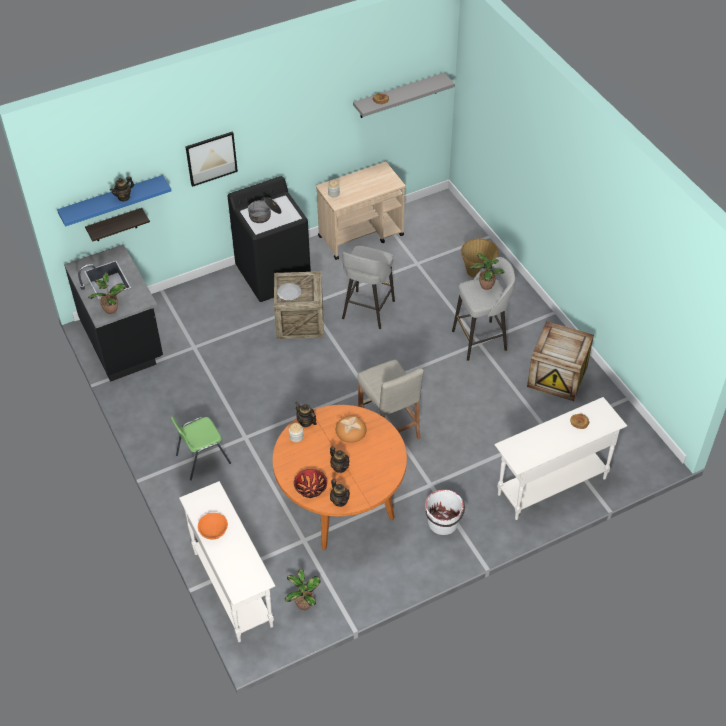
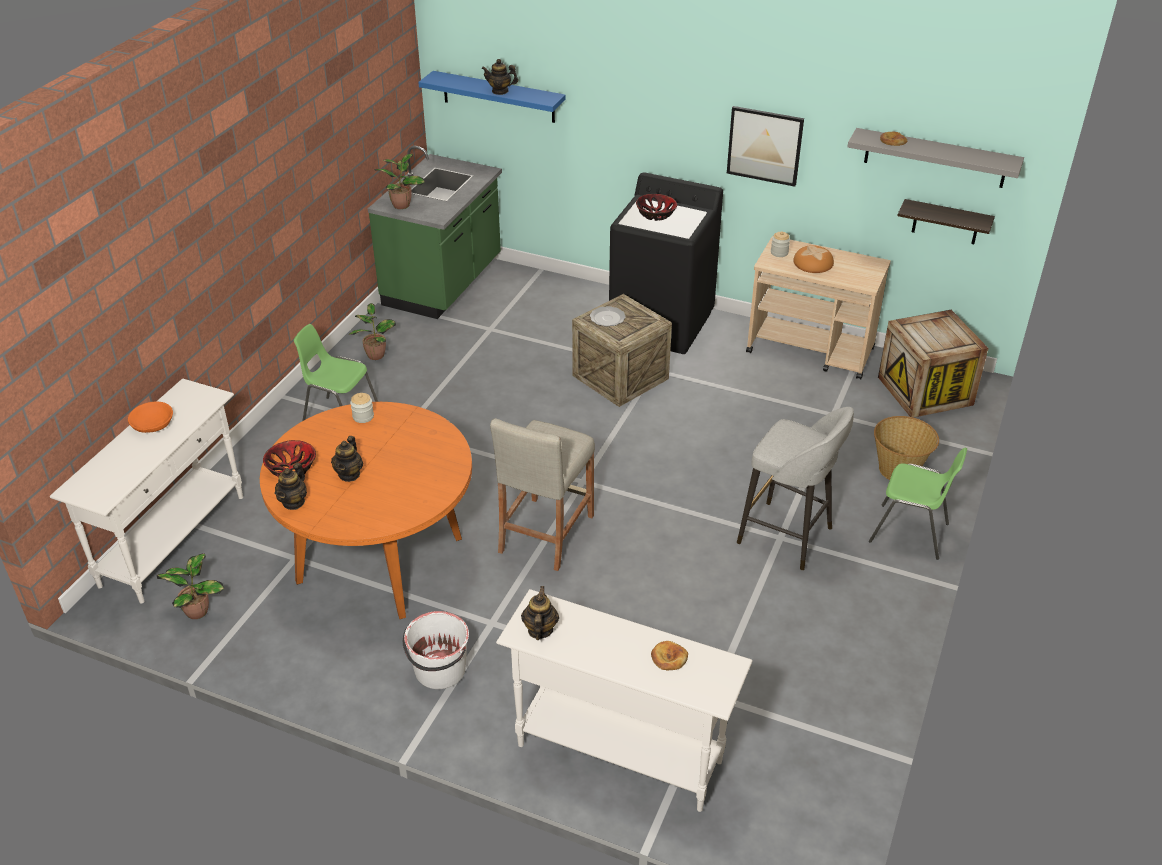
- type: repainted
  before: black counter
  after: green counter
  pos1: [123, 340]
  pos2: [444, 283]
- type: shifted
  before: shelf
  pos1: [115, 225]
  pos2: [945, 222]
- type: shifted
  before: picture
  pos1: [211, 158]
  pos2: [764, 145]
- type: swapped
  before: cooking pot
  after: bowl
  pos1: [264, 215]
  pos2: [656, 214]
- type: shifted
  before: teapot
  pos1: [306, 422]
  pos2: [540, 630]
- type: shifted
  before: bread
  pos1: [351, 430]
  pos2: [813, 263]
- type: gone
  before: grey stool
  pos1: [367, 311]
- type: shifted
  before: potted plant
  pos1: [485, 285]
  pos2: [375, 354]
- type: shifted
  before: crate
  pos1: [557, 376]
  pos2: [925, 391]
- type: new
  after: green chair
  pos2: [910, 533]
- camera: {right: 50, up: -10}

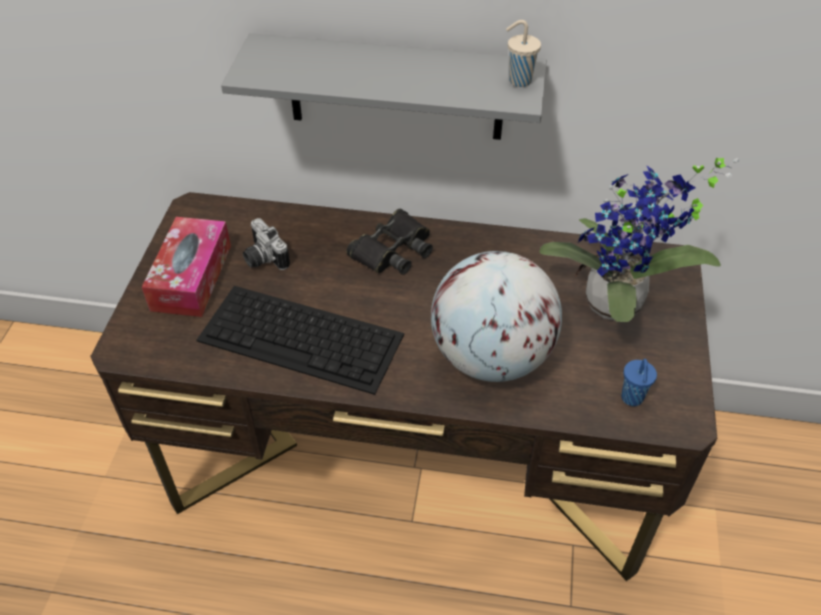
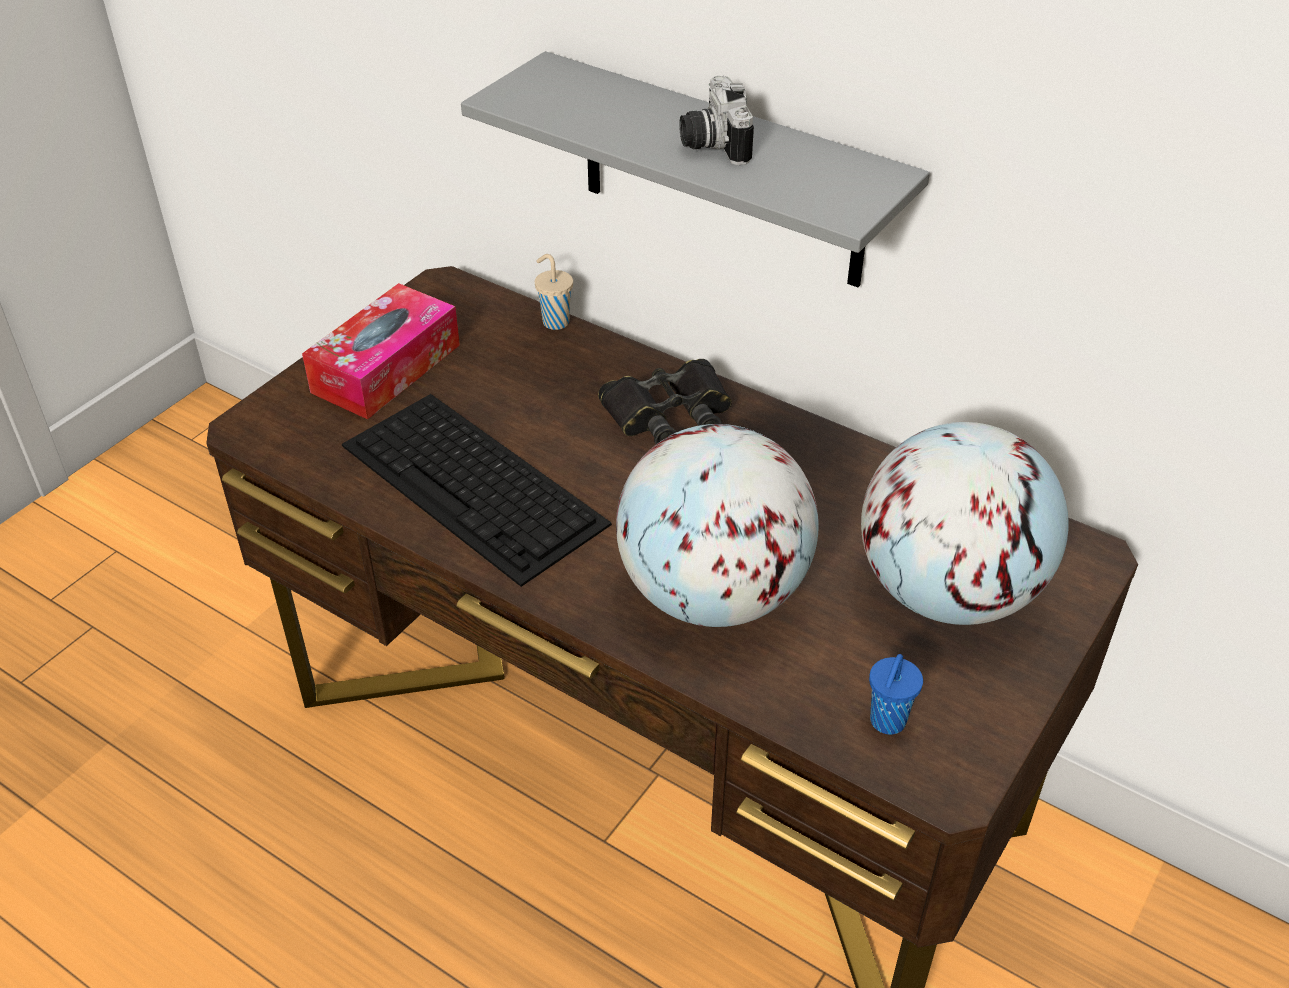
- type: shifted
  before: photo camera
  pos1: [262, 258]
  pos2: [711, 144]
- type: shifted
  before: beige cup
  pos1: [518, 81]
  pos2: [554, 321]
- type: swapped
  before: potted plant
  after: globe
  pos1: [616, 308]
  pos2: [947, 592]
- camera: {right: 25, up: -5}

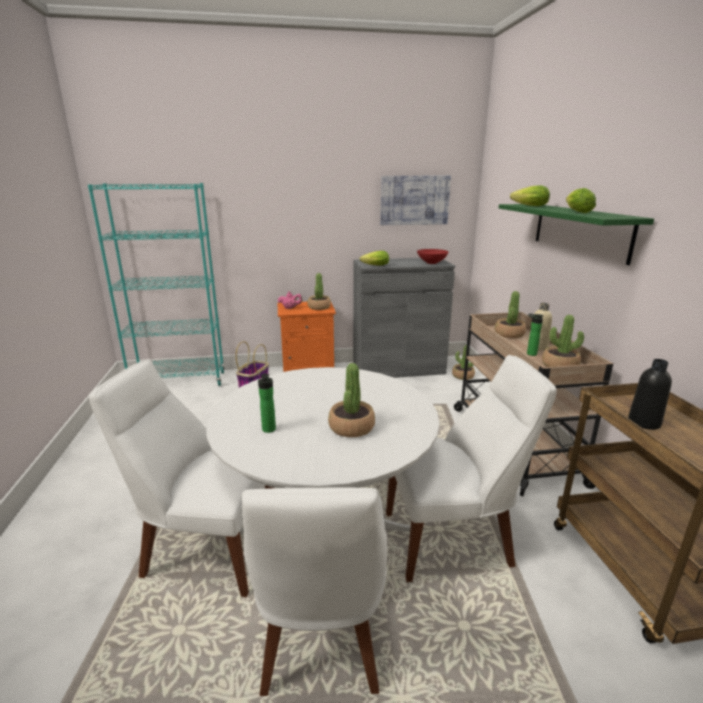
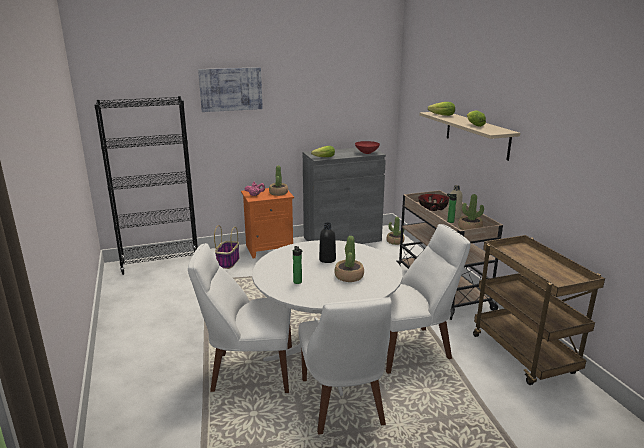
- type: repainted
  before: turquoise bookcase
  after: black bookcase
  pos1: [179, 381]
  pos2: [161, 263]
- type: shifted
  before: picture
  pos1: [414, 200]
  pos2: [231, 89]
- type: swapped
  before: potted plant
  after: bowl
  pos1: [509, 334]
  pos2: [433, 207]
- type: repainted
  before: green shelf
  after: beige shelf
  pos1: [580, 230]
  pos2: [476, 134]
- type: shifted
  before: black bottle
  pos1: [644, 422]
  pos2: [327, 259]
- camera: {right: -10, up: 0}

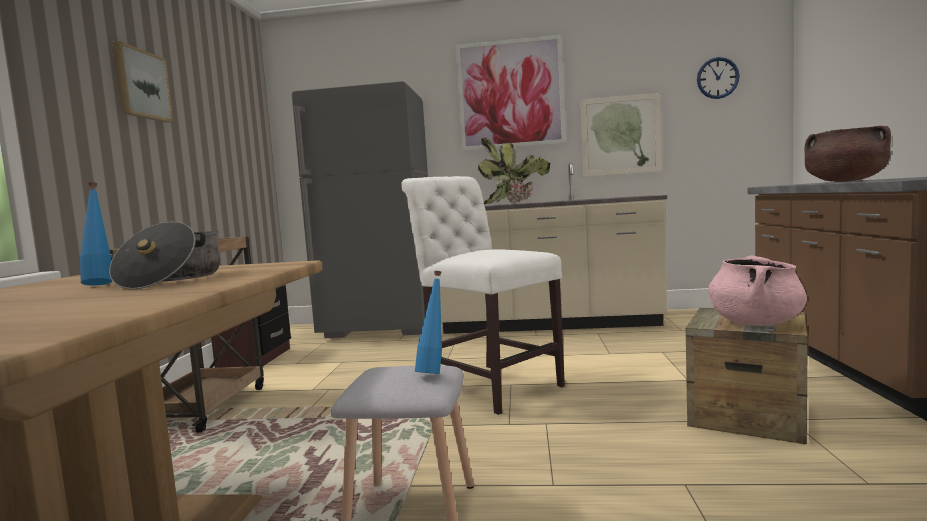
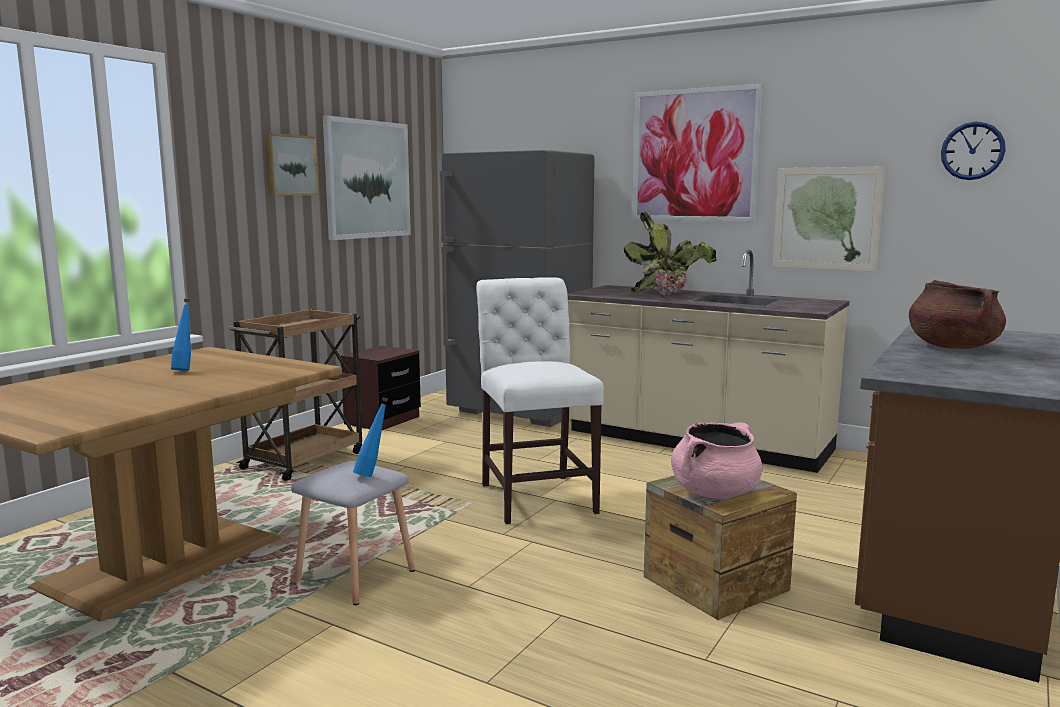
- type: gone
  before: cooking pot
  pos1: [172, 279]
- type: new
  after: picture
  pos2: [367, 179]
- camera: {right: 25, up: 5}

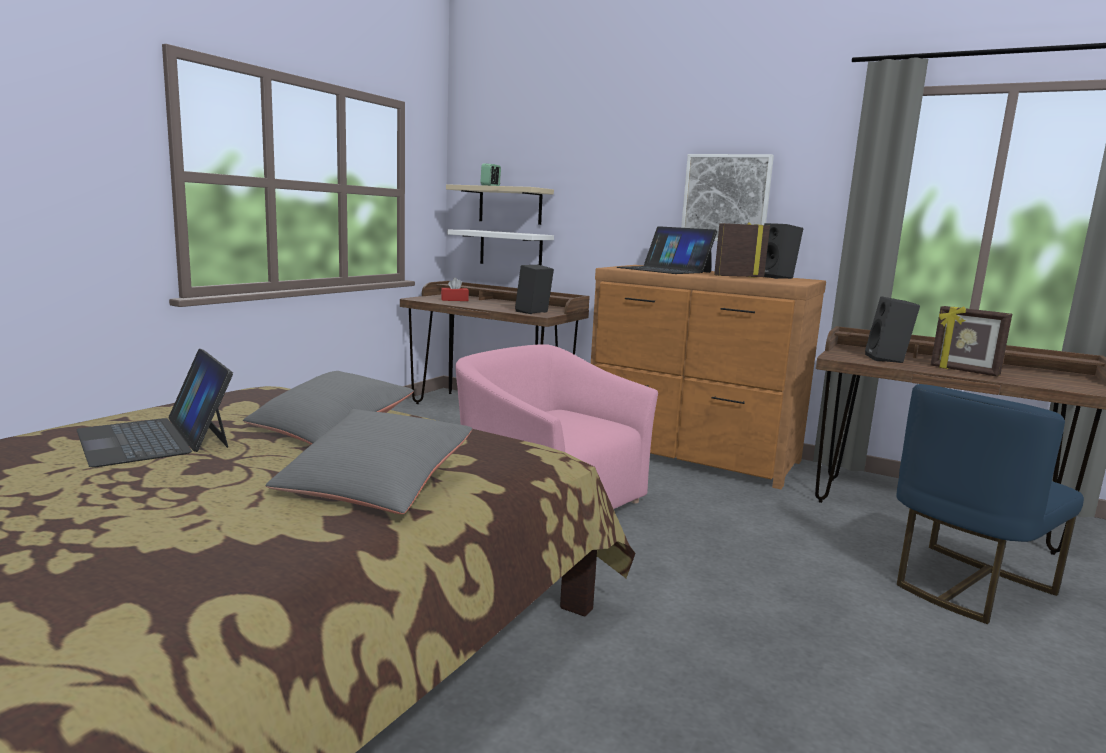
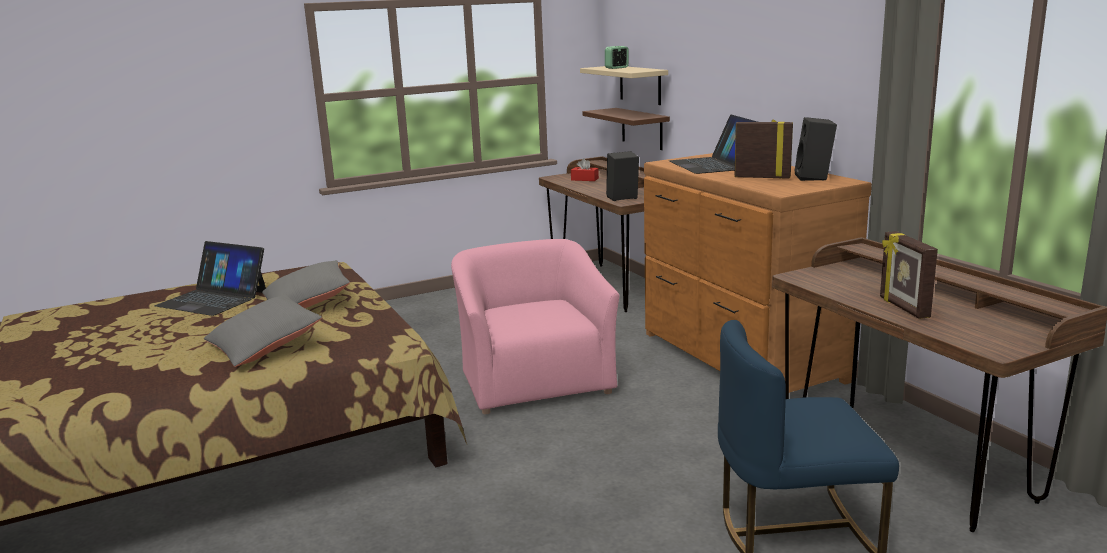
- type: rotated
  before: laptop
  pos1: [155, 438]
  pos2: [213, 299]
  turn: -60
- type: repainted
  before: white shelf
  after: brown shelf
  pos1: [511, 249]
  pos2: [642, 128]
- type: gone
  before: picture
  pos1: [726, 198]
- type: gone
  before: black speaker
  pos1: [888, 359]
- camera: {right: 35, up: 5}

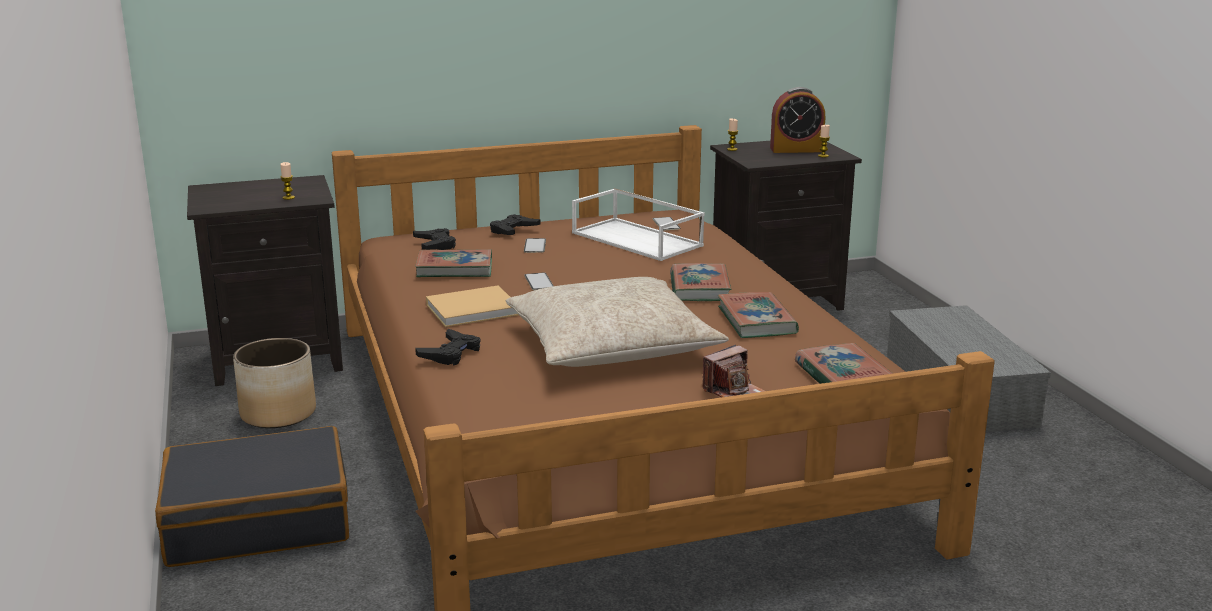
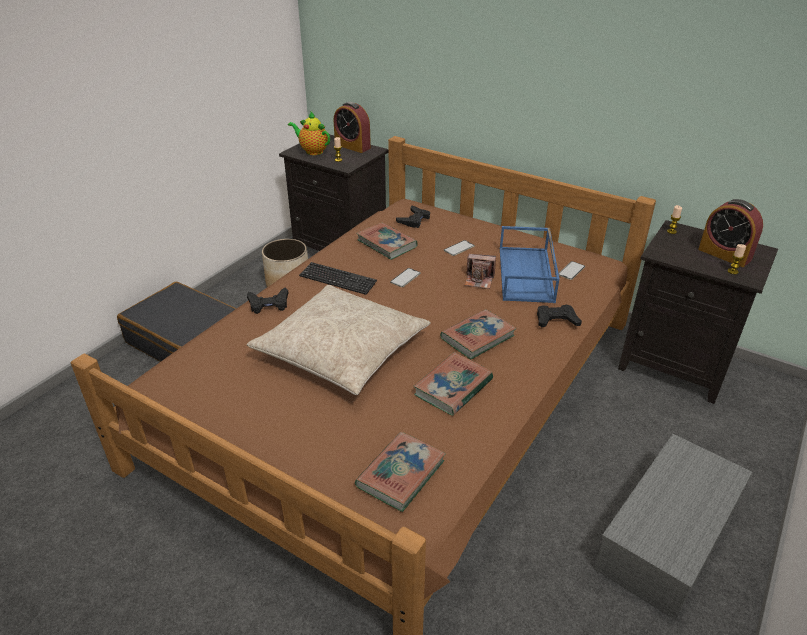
- type: swapped
  before: beige book
  after: keyboard
  pos1: [475, 309]
  pos2: [338, 280]
- type: shifted
  before: black game controller
  pos1: [513, 230]
  pos2: [556, 320]
- type: repainted
  before: white tray
  after: blue tray
  pos1: [638, 239]
  pos2: [527, 275]
- type: shifted
  before: photo camera
  pos1: [734, 392]
  pos2: [479, 280]
- type: new
  after: teapot
  pos2: [312, 151]
- type: new
  after: alarm clock
  pos2: [352, 146]
- camera: {right: 50, up: 15}

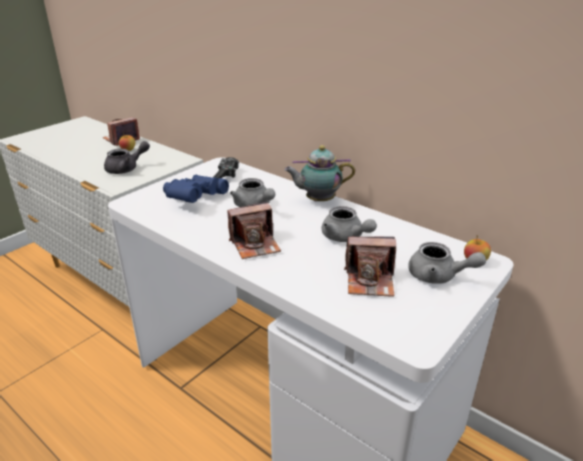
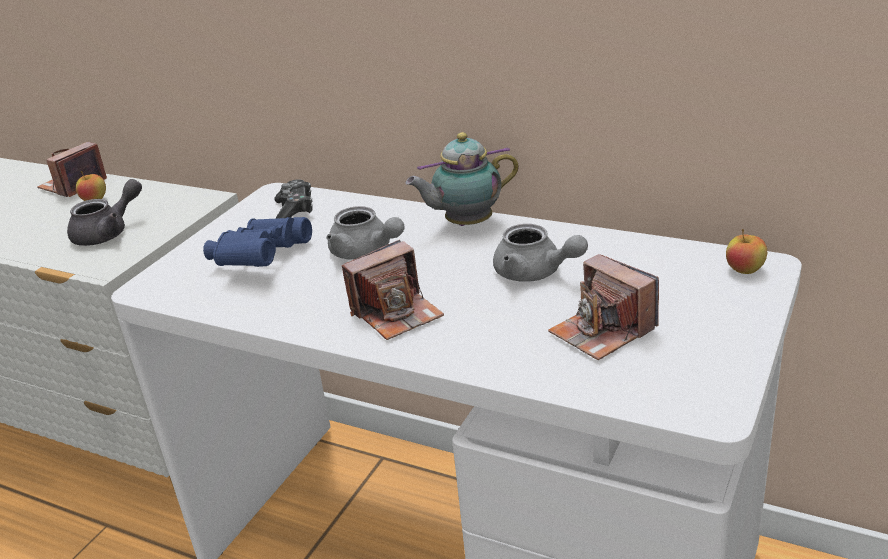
- type: rotated
  before: photo camera
  pos1: [370, 281]
  pos2: [602, 331]
  turn: 60
- type: gone
  before: grey teapot
  pos1: [438, 276]
- camera: {right: -10, up: 0}

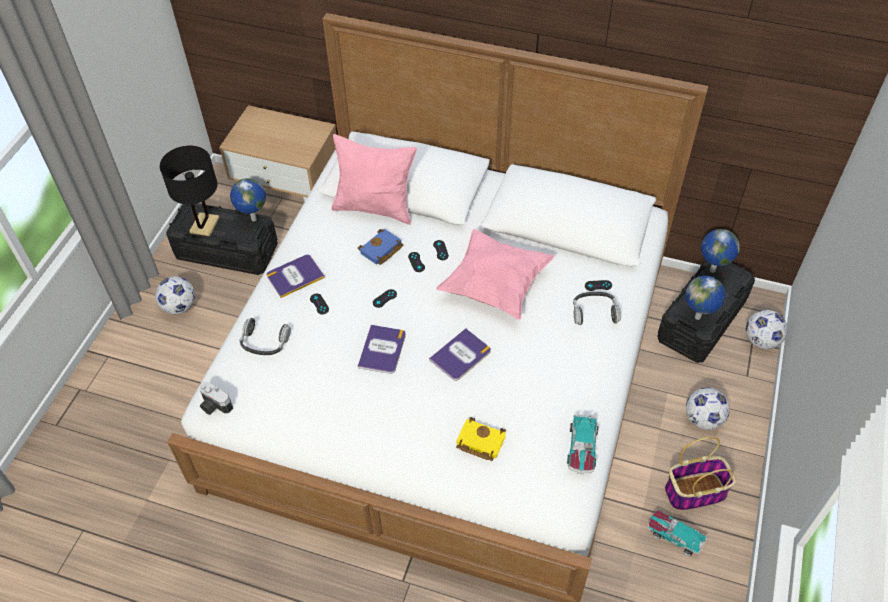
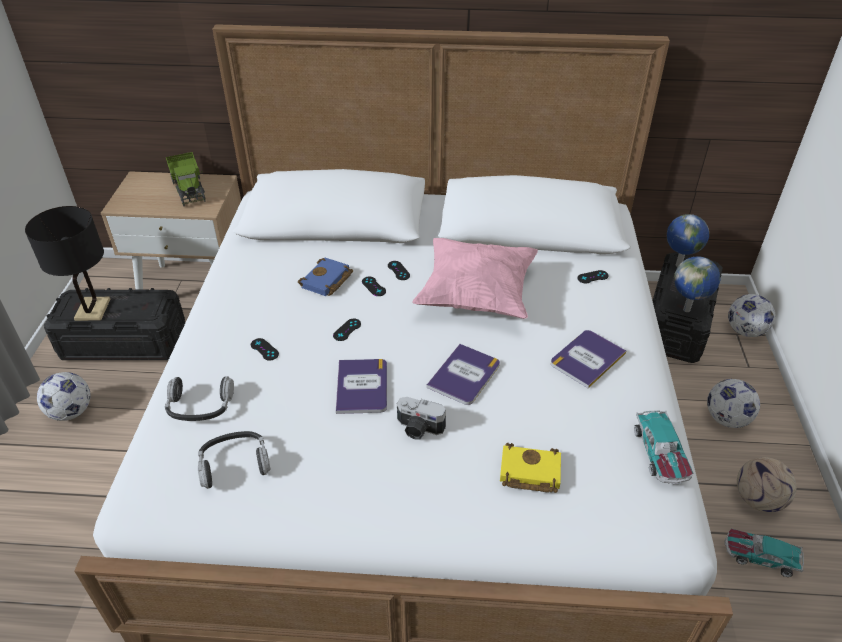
- type: shifted
  before: photo camera
  pos1: [214, 406]
  pos2: [418, 429]
- type: gone
  before: globe
  pos1: [253, 219]
- type: shifted
  before: book
  pos1: [295, 276]
  pos2: [587, 358]
- type: gone
  before: pink pillow
  pos1: [375, 208]
- type: shifted
  before: headphones
  pos1: [594, 312]
  pos2: [234, 463]
- type: swapped
  before: basket
  after: football
  pos1: [695, 491]
  pos2: [757, 499]
- type: new
  after: toy truck
  pos2: [189, 188]
- camera: {right: -15, up: -10}

